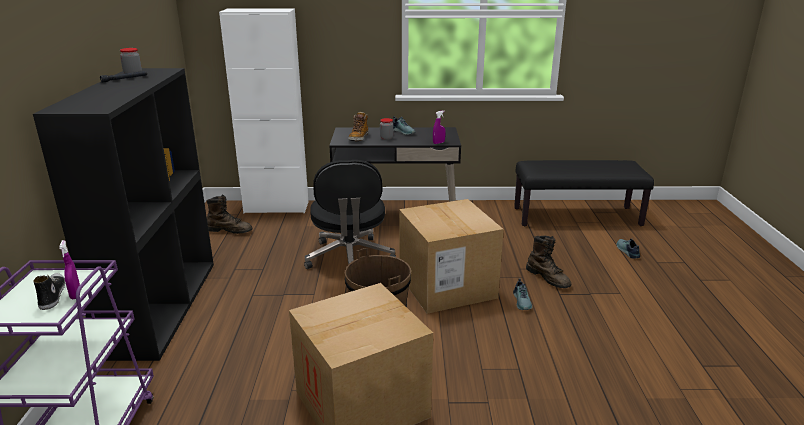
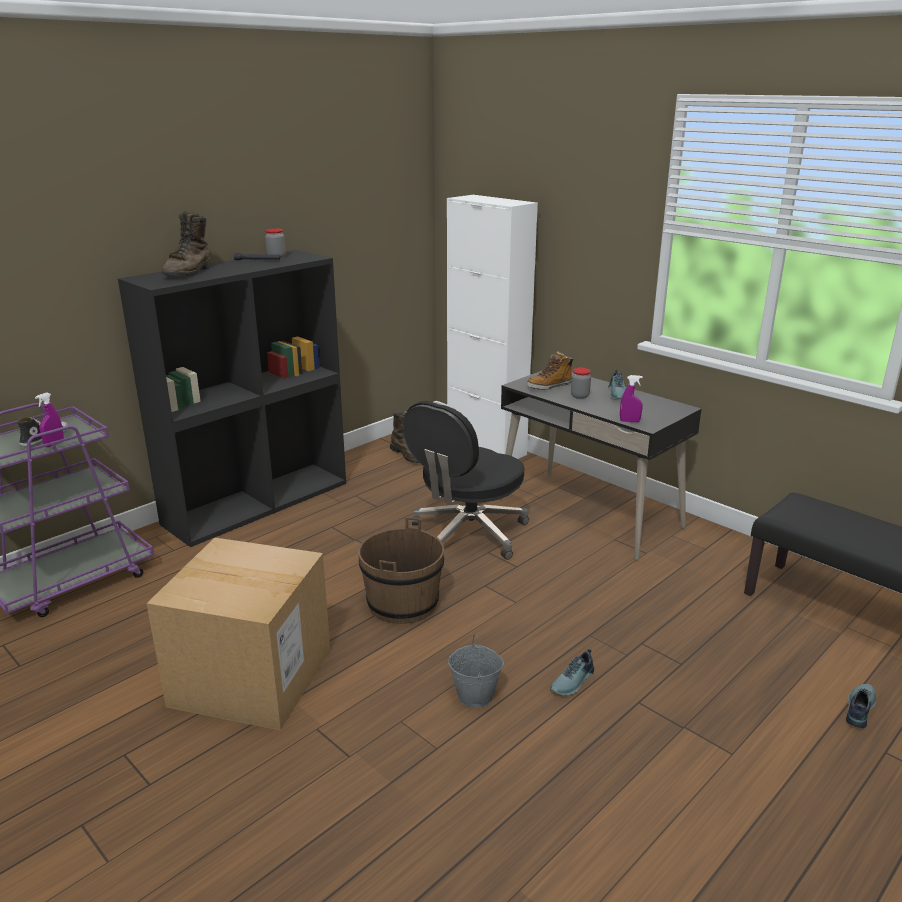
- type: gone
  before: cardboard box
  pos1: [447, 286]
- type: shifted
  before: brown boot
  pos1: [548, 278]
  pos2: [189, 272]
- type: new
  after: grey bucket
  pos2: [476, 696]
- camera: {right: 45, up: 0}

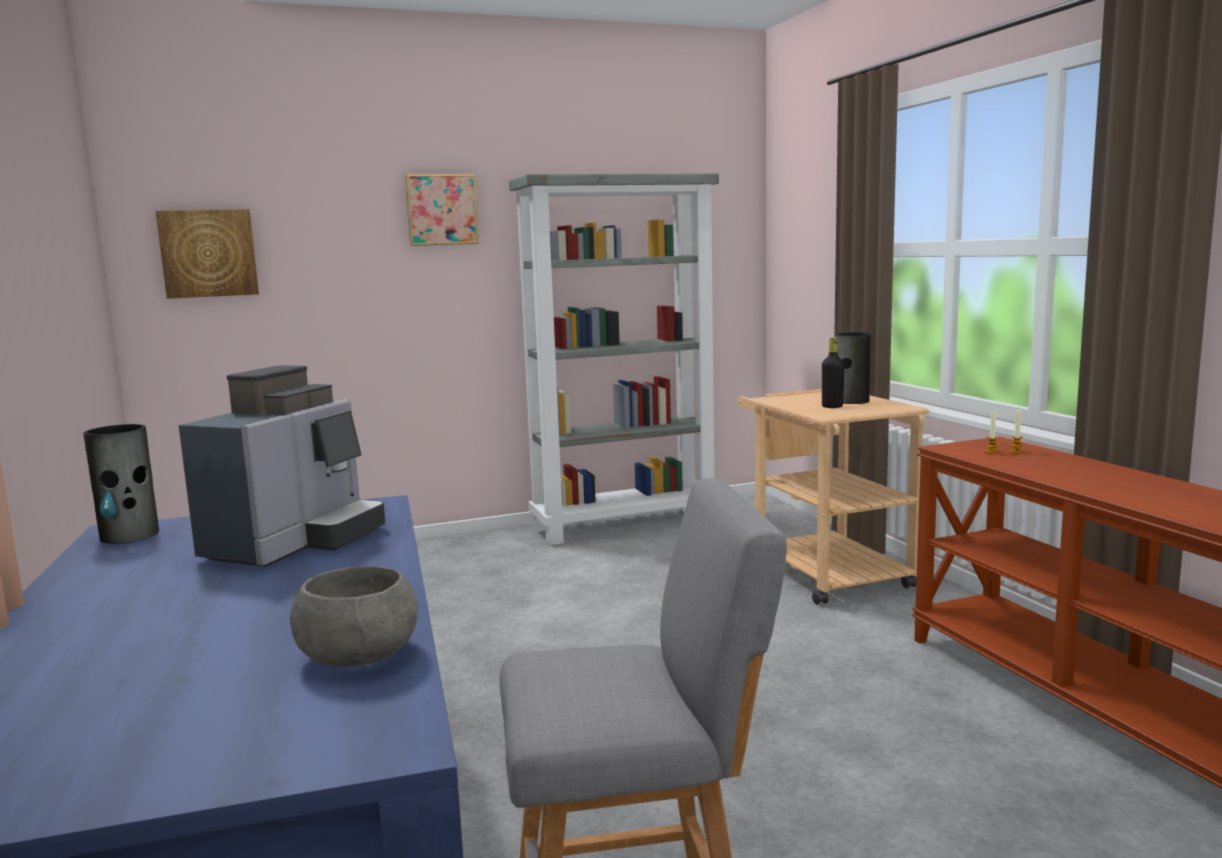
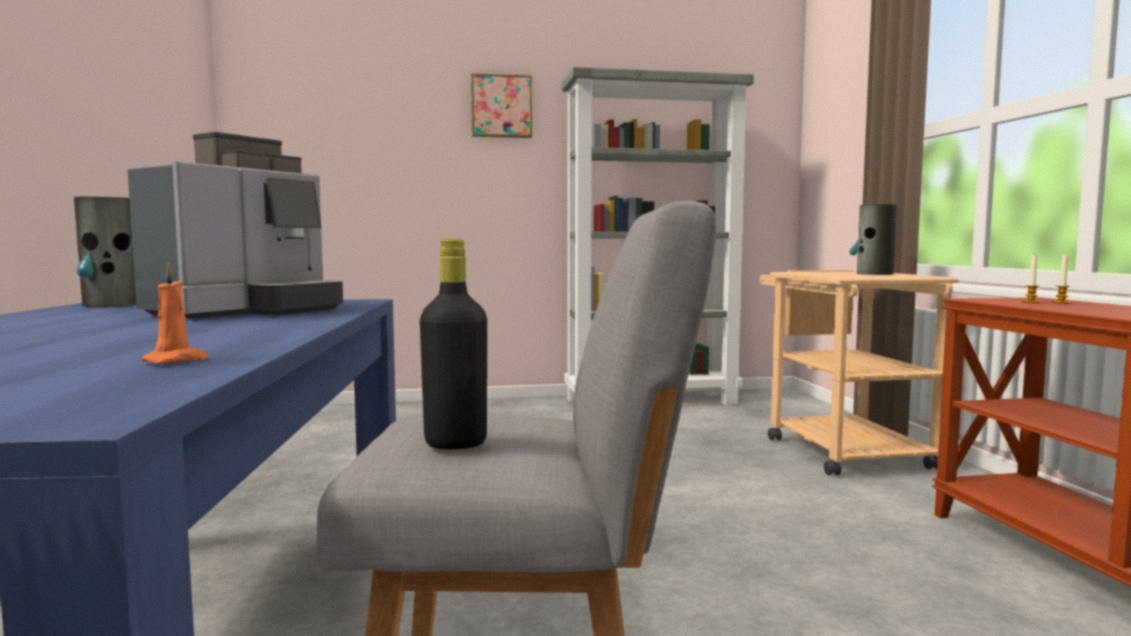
- type: gone
  before: picture
  pos1: [208, 253]
- type: swapped
  before: grey bowl
  after: orange candle
  pos1: [360, 655]
  pos2: [177, 360]
- type: shifted
  before: black bottle
  pos1: [832, 407]
  pos2: [455, 443]
- camera: {right: 10, up: -5}

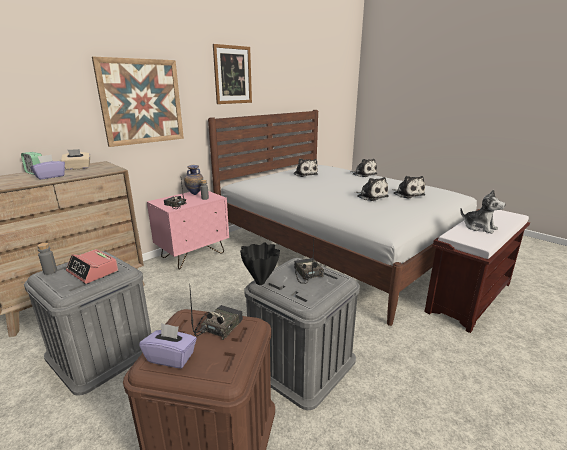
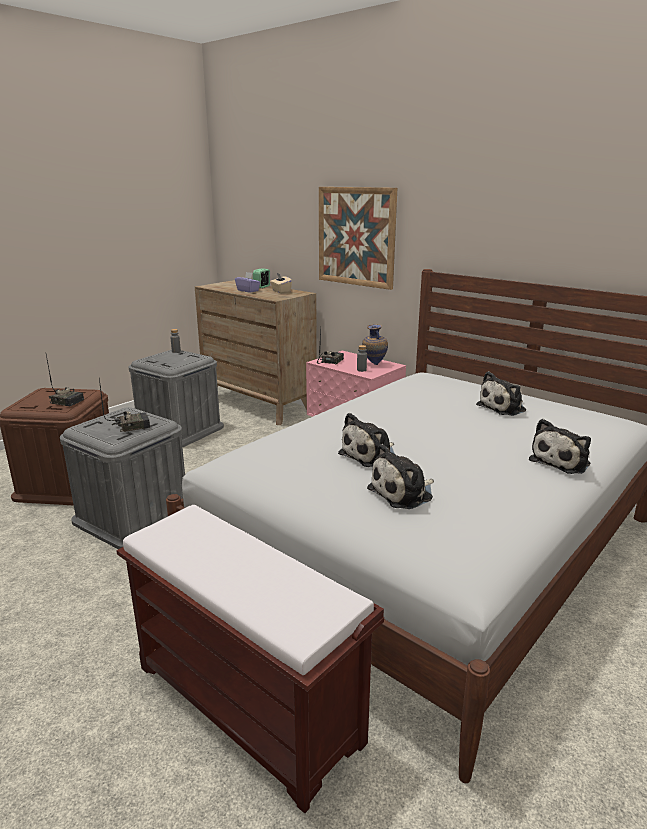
- type: gone
  before: alarm clock
  pos1: [93, 271]
- type: gone
  before: purple tissue box
  pos1: [171, 357]
- type: gone
  before: picture
  pos1: [232, 75]
- type: gone
  before: black vase
  pos1: [261, 283]
- type: gone
  before: plush toy
  pos1: [479, 227]
- camera: {right: 85, up: 0}

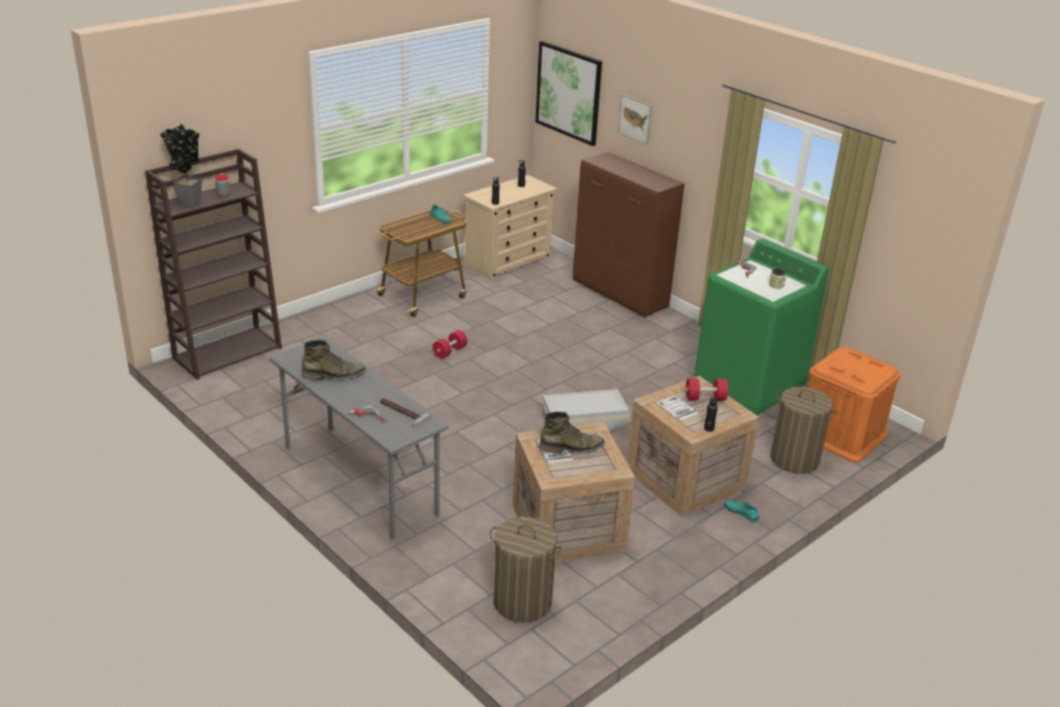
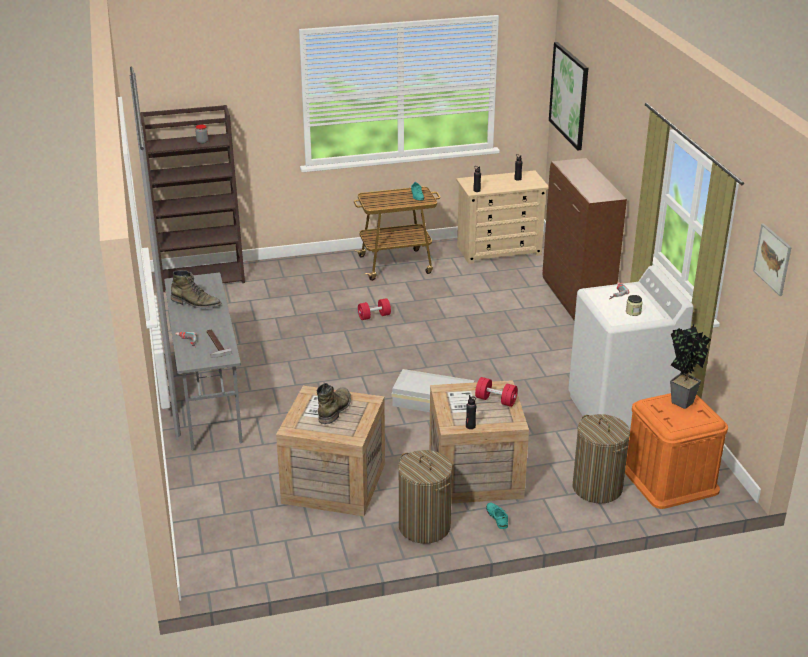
- type: shifted
  before: potted plant
  pos1: [188, 202]
  pos2: [680, 400]
- type: shifted
  before: laundry basket
  pos1: [522, 602]
  pos2: [424, 526]
- type: rotated
  before: green boot
  pos1: [572, 448]
  pos2: [335, 409]
  turn: -90
- type: shifted
  before: picture
  pos1: [635, 119]
  pos2: [772, 259]
- type: repainted
  before: green washing machine
  after: white washing machine
  pos1: [749, 385]
  pos2: [621, 412]
- camera: {right: 30, up: 0}

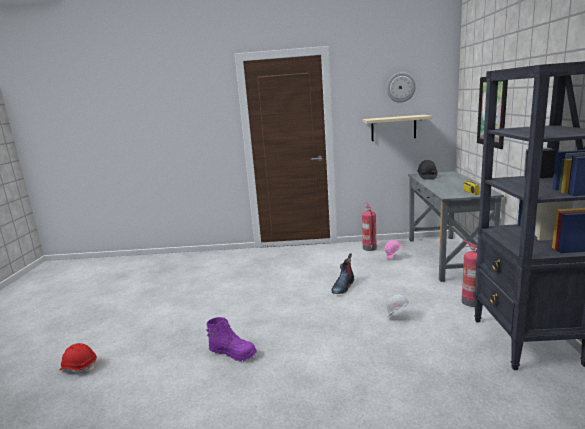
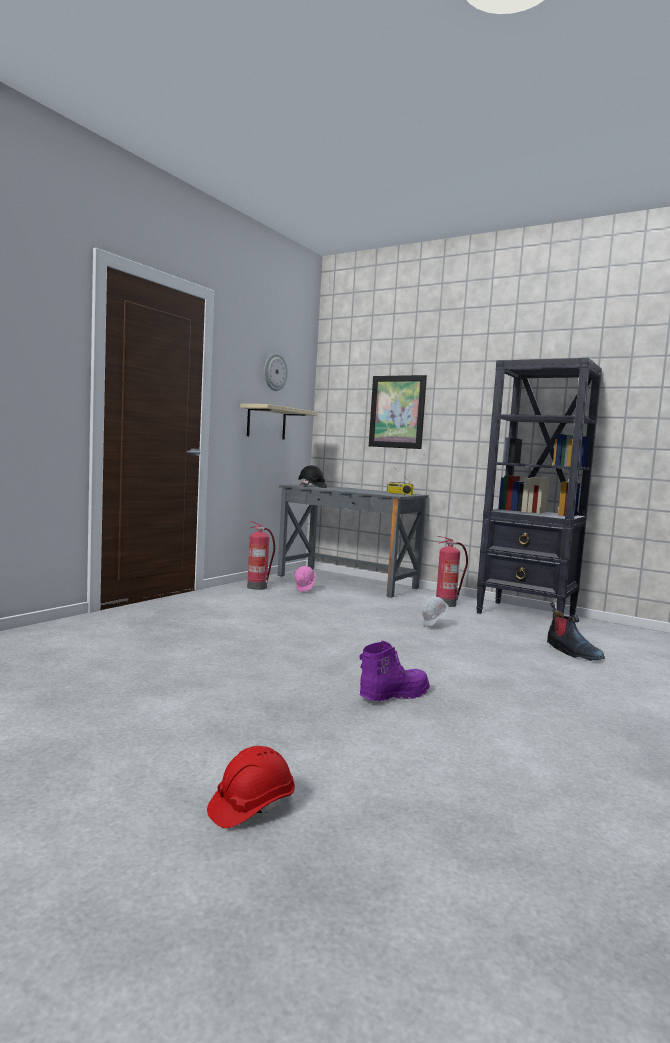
- type: shifted
  before: boot
  pos1: [343, 286]
  pos2: [572, 652]
- camera: {right: -60, up: -10}

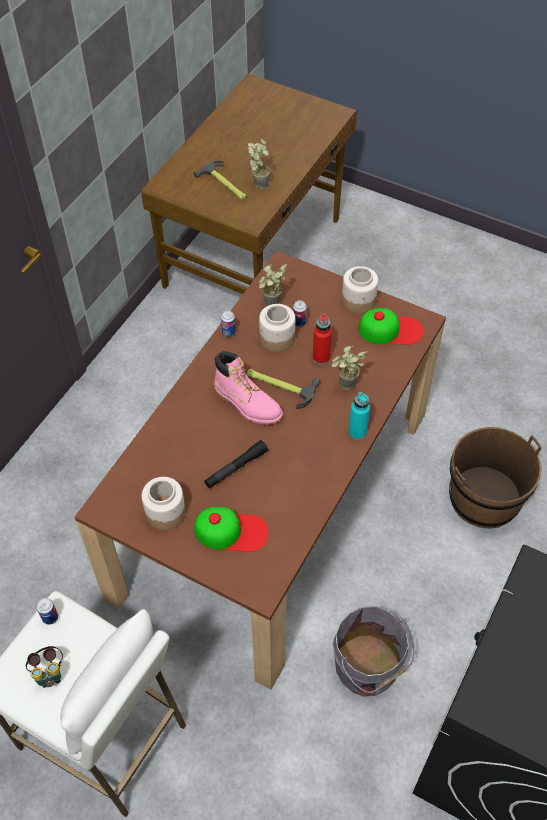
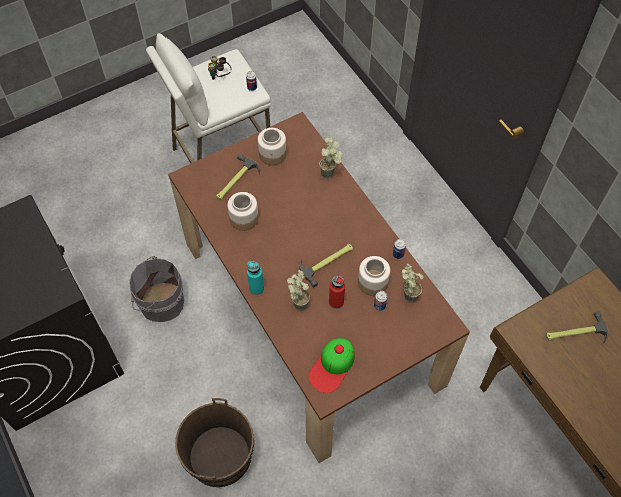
- type: swapped
  before: cap
  after: hammer
  pos1: [231, 531]
  pos2: [235, 181]
- type: gone
  before: black flashlight
  pos1: [236, 468]
- type: gone
  before: pink boot
  pos1: [248, 404]
- type: shifted
  before: potted plant
  pos1: [259, 183]
  pos2: [331, 174]
- type: shifted
  before: jar
  pos1: [359, 301]
  pos2: [243, 219]
- camera: {right: 120, up: 5}

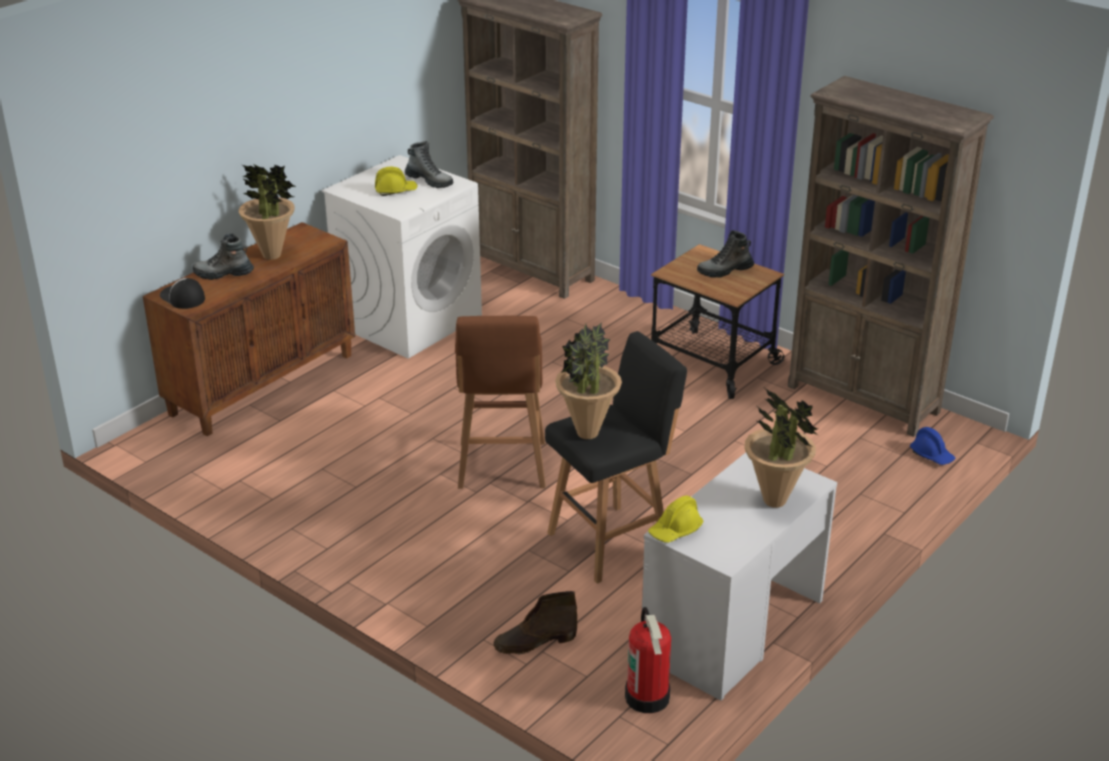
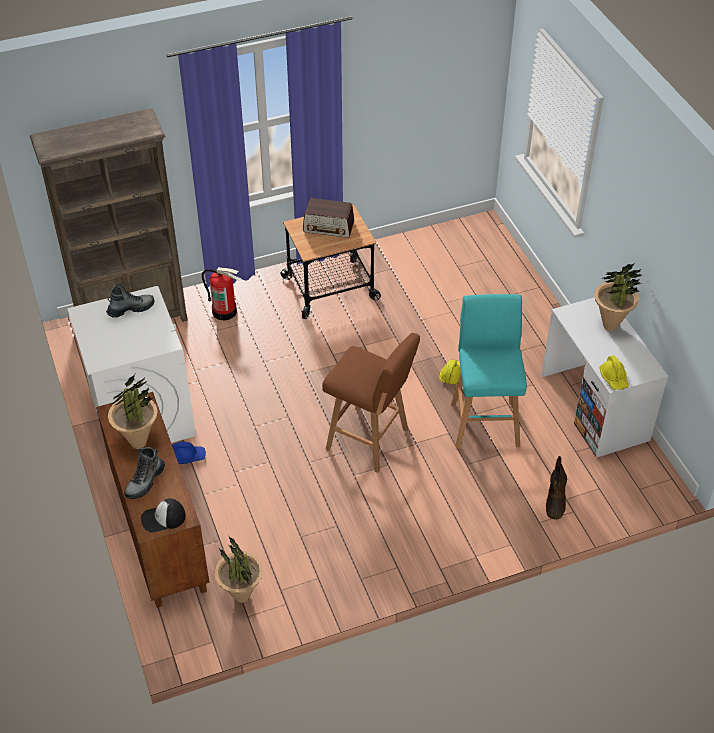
- type: shifted
  before: yellow hard hat
  pos1: [395, 191]
  pos2: [451, 374]
- type: repainted
  before: black stool
  after: turquoise stool
  pos1: [612, 542]
  pos2: [484, 422]
- type: shifted
  before: potted plant
  pos1: [587, 433]
  pos2: [242, 596]
- type: shifted
  before: fire extinguisher
  pos1: [648, 697]
  pos2: [225, 311]
- type: swapped
  before: boot
  after: radio
  pos1: [725, 271]
  pos2: [329, 227]
- type: gone
  before: brown bookcase
  pos1: [864, 399]
- type: shifted
  before: blue hard hat
  pos1: [932, 455]
  pos2: [187, 456]
- camera: {right: -60, up: 15}

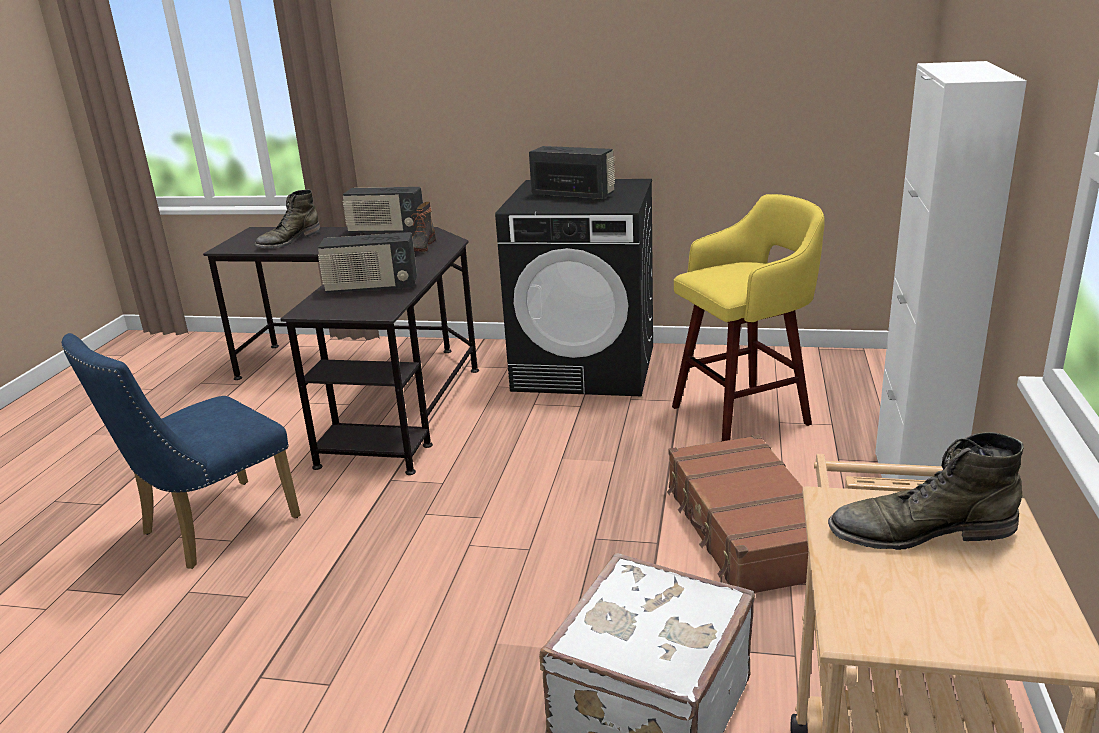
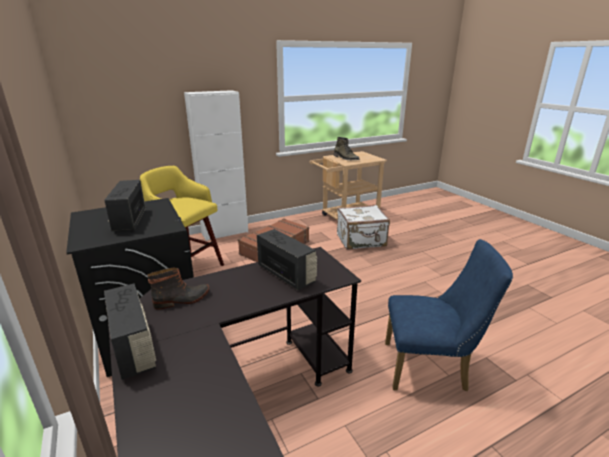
- type: gone
  before: green boot
  pos1: [288, 240]
- camera: {right: -130, up: 0}

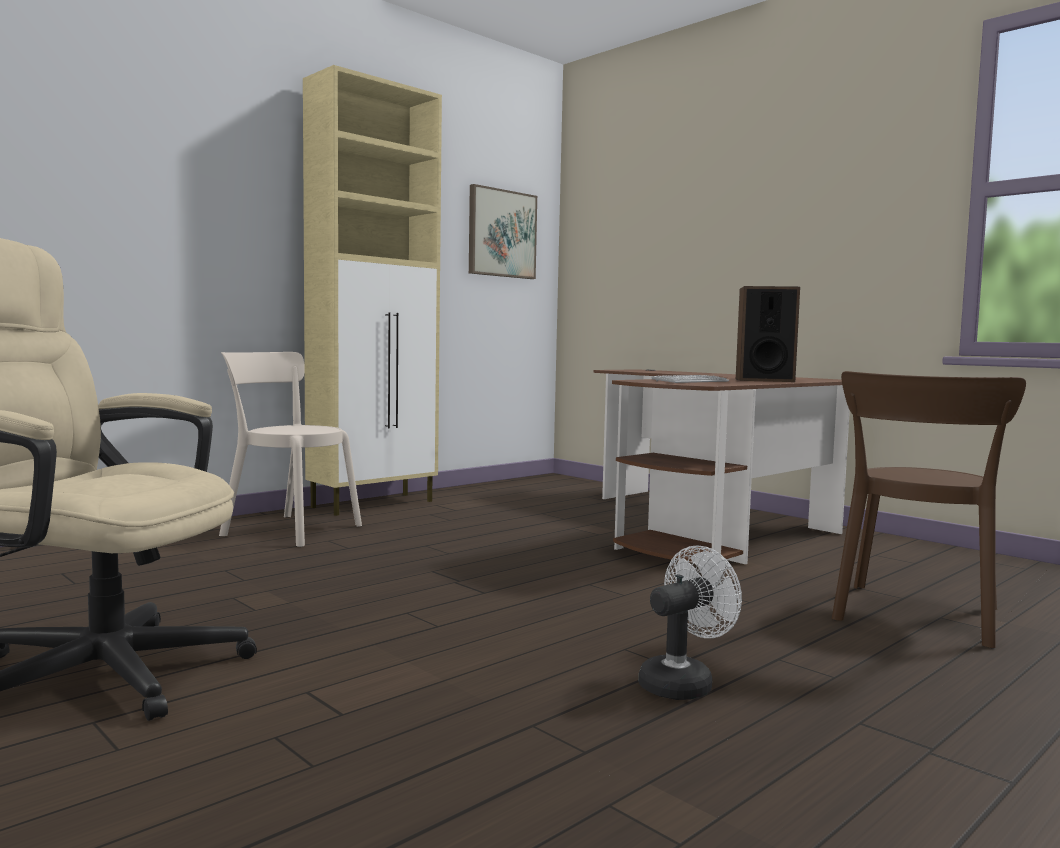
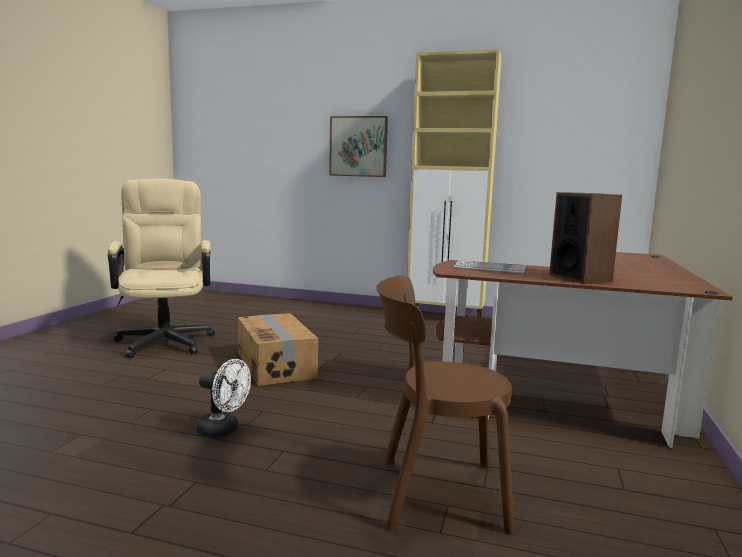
- type: gone
  before: beige chair
  pos1: [287, 530]
- type: shifted
  before: picture
  pos1: [501, 233]
  pos2: [358, 146]
- type: new
  after: cardboard box
  pos2: [276, 365]
- camera: {right: 60, up: 5}

